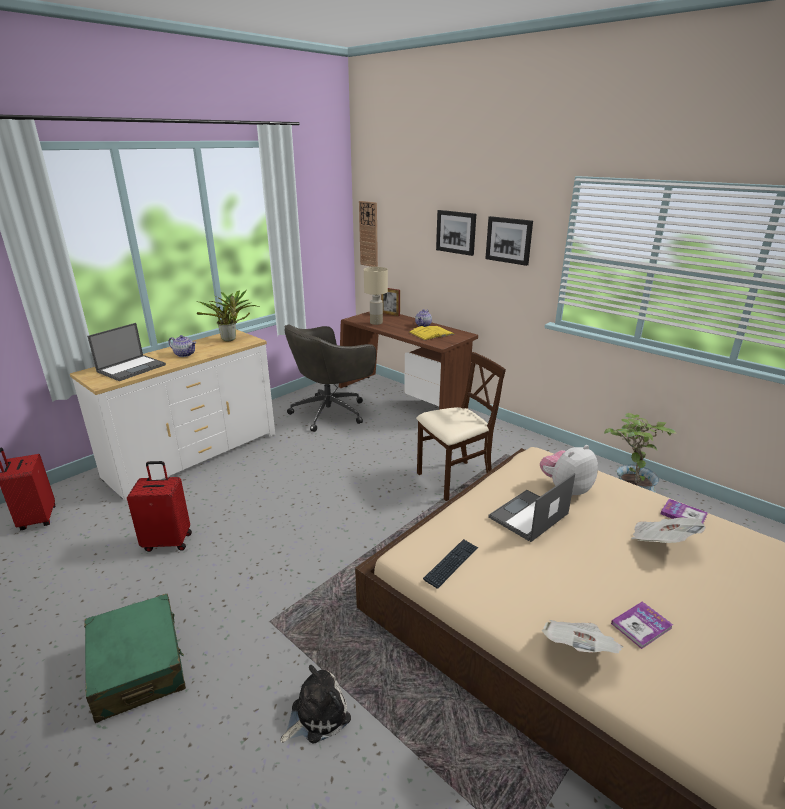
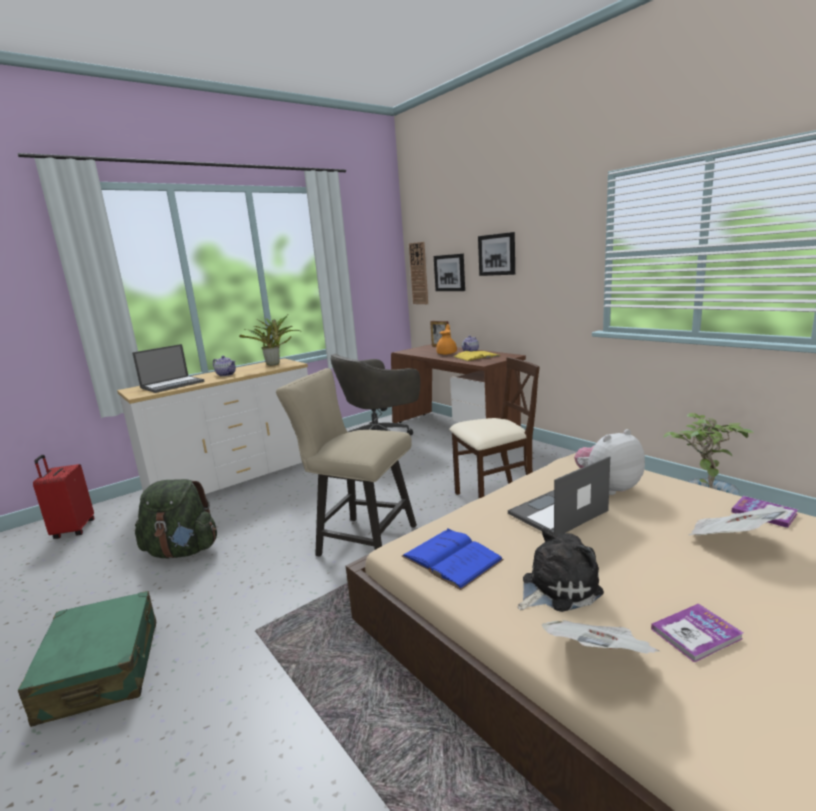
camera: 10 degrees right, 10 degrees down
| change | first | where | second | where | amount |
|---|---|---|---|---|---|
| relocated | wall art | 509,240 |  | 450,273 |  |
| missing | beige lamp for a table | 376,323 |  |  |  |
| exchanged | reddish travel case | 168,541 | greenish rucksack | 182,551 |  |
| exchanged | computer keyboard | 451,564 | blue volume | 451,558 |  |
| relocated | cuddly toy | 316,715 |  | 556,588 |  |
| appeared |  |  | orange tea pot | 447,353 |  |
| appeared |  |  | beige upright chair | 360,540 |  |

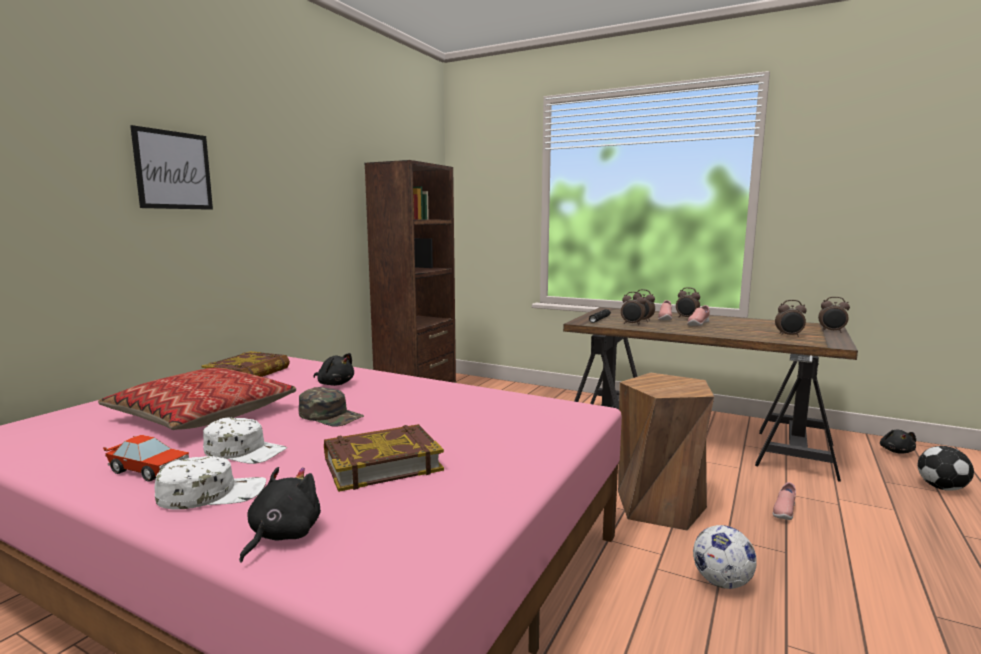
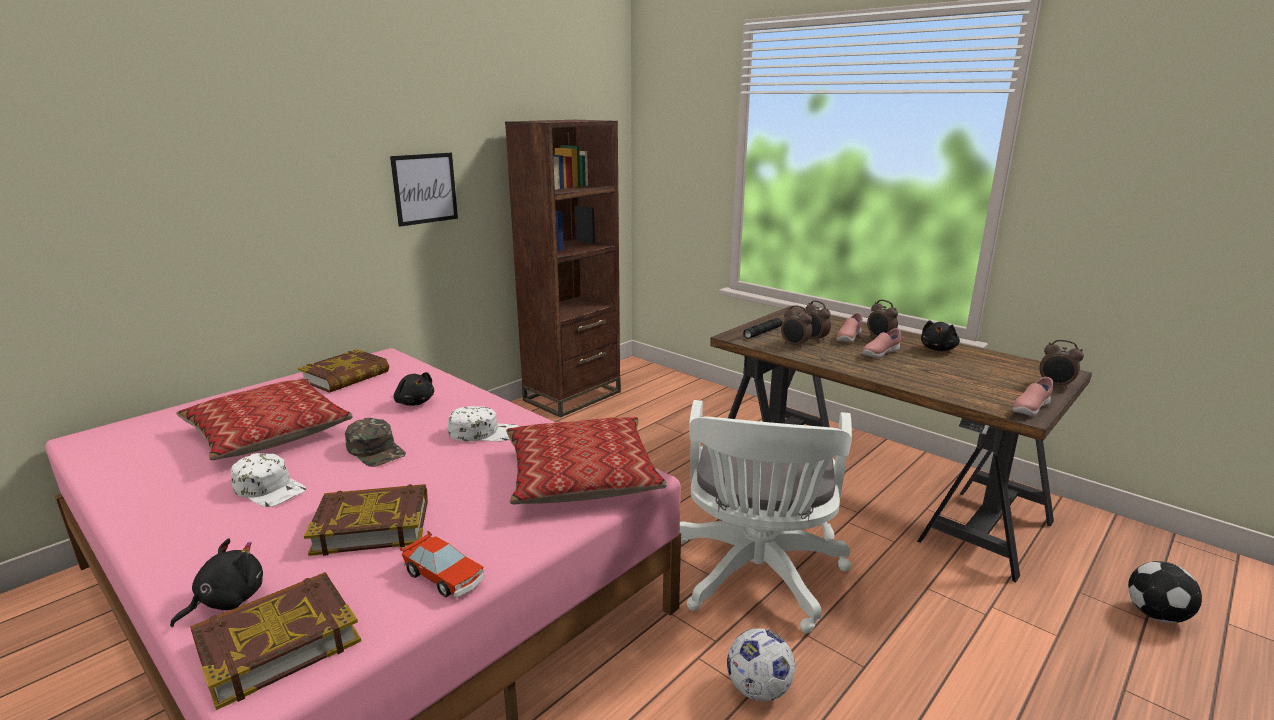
camera: 15 degrees right, 10 degrees up
| change | first | where | second | where | amount |
|---|---|---|---|---|---|
| relocated | wall art | 173,170 |  | 425,188 |  |
| missing | table clock | 789,336 |  |  |  |
| exchanged | brown-coloured stool | 660,506 | white desk chair | 757,578 |  |
| relocated | blackish cuddly toy | 896,451 |  | 938,349 |  |
| relocated | model car | 149,470 |  | 444,577 |  |
| relocated | white cap | 213,493 |  | 484,432 |  |
| relocated | pink-coloured shoe | 783,512 |  | 1030,409 |  |
| appeared |  |  | cushion | 581,475 |  |
| appeared |  |  | volume | 278,643 |  |

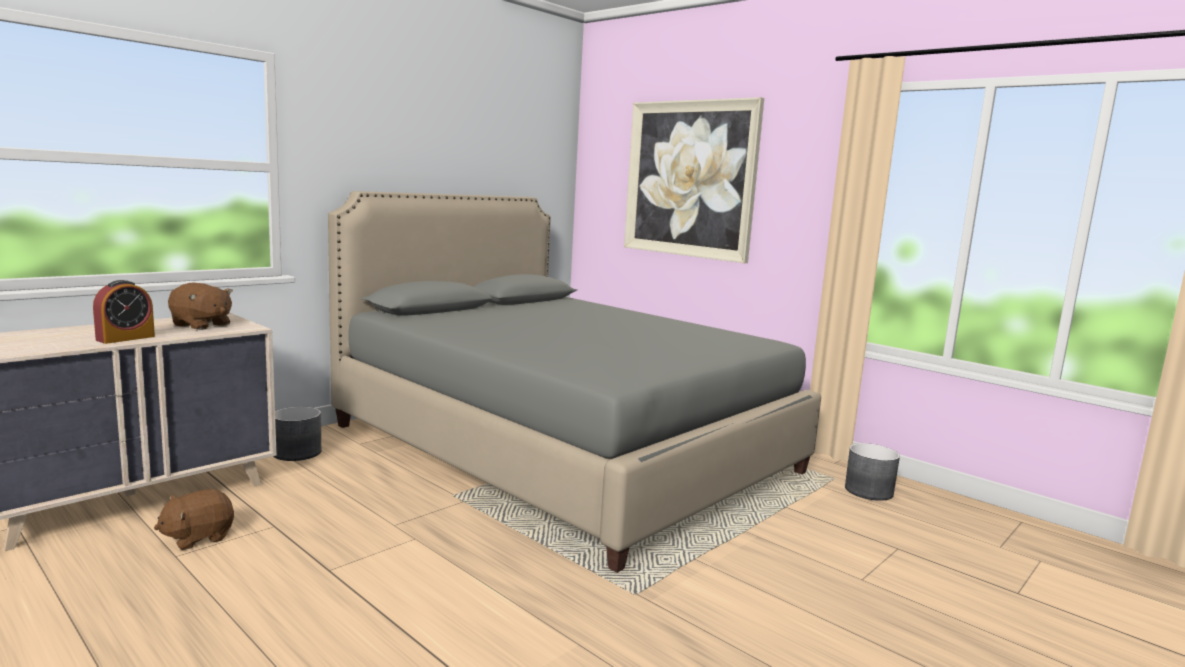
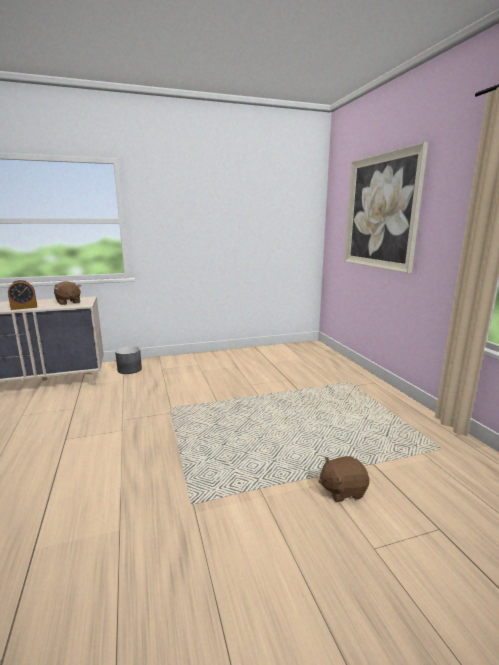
camera: 30 degrees right, 5 degrees up
| change | first | where | second | where | amount |
|---|---|---|---|---|---|
| missing | greyish bed | 562,448 |  |  |  |
| missing | greyish flower pot | 869,491 |  |  |  |
| relocated | brown-coloured cuddly toy | 198,537 |  | 342,490 |  |

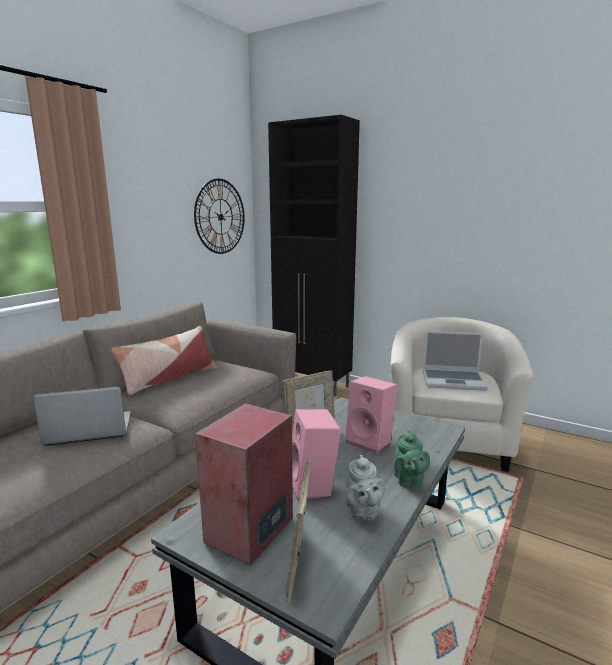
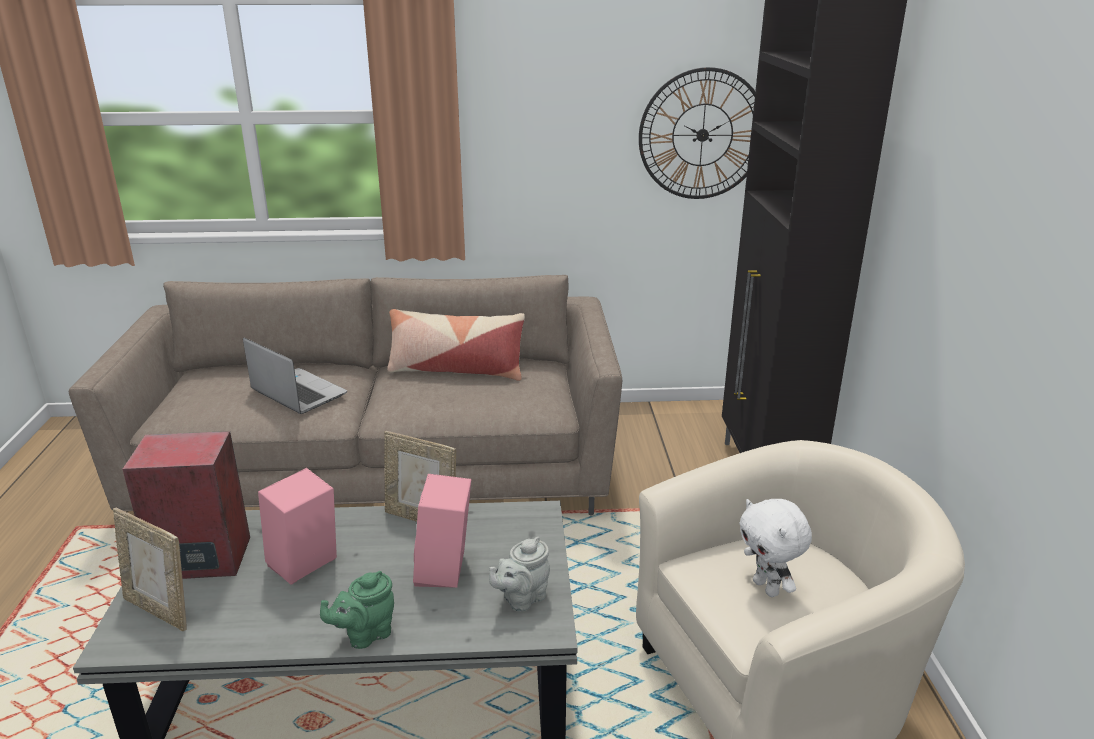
camera: 55 degrees right, 10 degrees up
| change | first | where | second | where | amount |
|---|---|---|---|---|---|
| exchanged | laptop | 453,380 | white cuddly toy | 767,588 |  |
| relocated | greyish tea pot | 362,511 |  | 521,599 |  |
| spun | standing frame | 299,567 |  | 160,610 | 120 degrees counterclockwise |

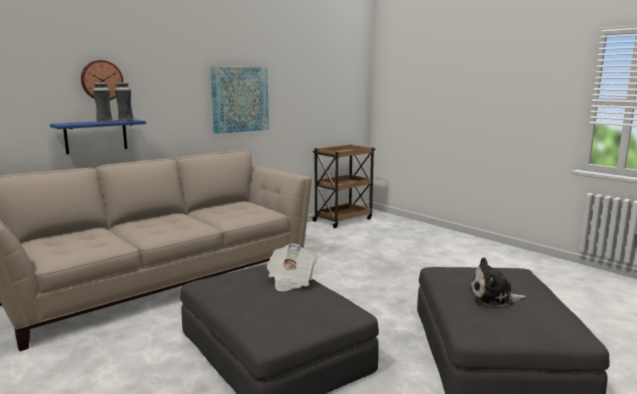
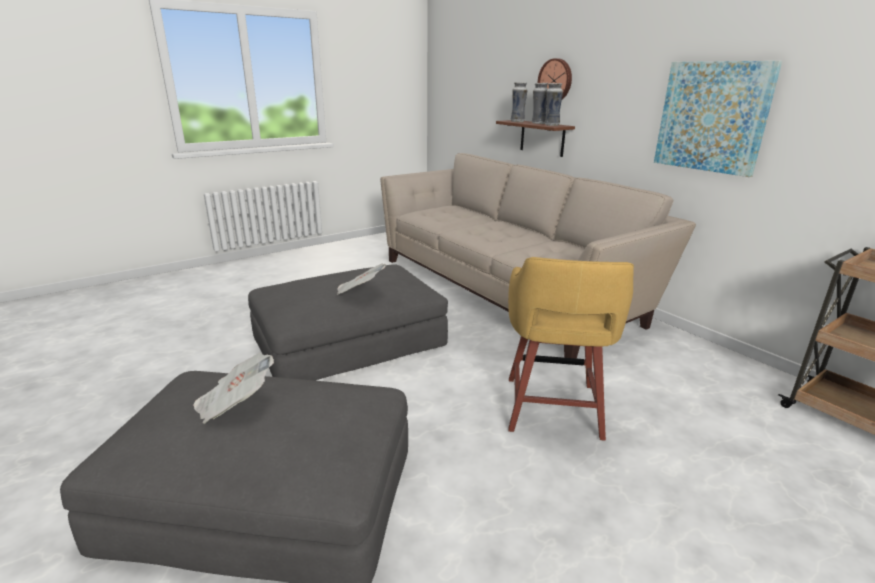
camera: 95 degrees right, 10 degrees up
| change | first | where | second | where | amount |
|---|---|---|---|---|---|
| colour | blue wall shelf | 96,136 | brown-coloured wall shelf | 542,138 |  |
| exchanged | cuddly toy | 494,297 | daily paper | 235,404 |  |
| appeared |  |  | decorative vase | 517,121 |  |
| appeared |  |  | yellow-coloured stool | 552,409 |  |

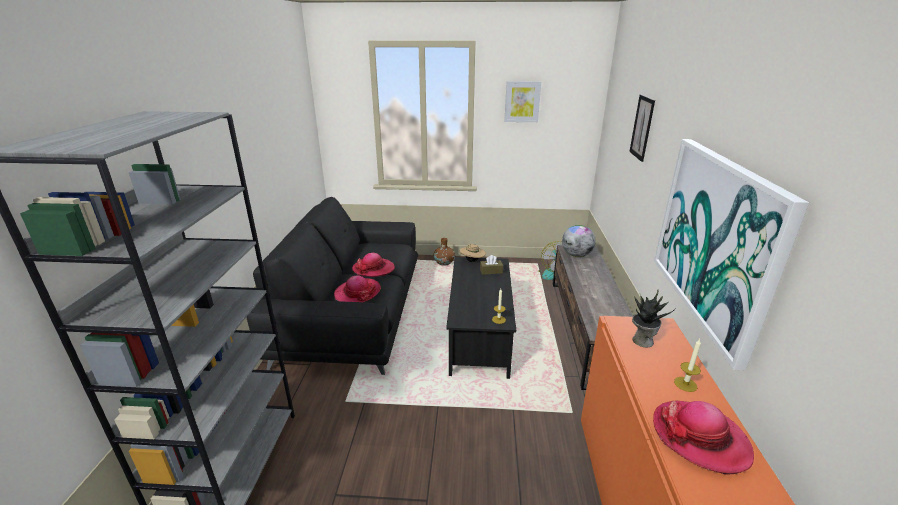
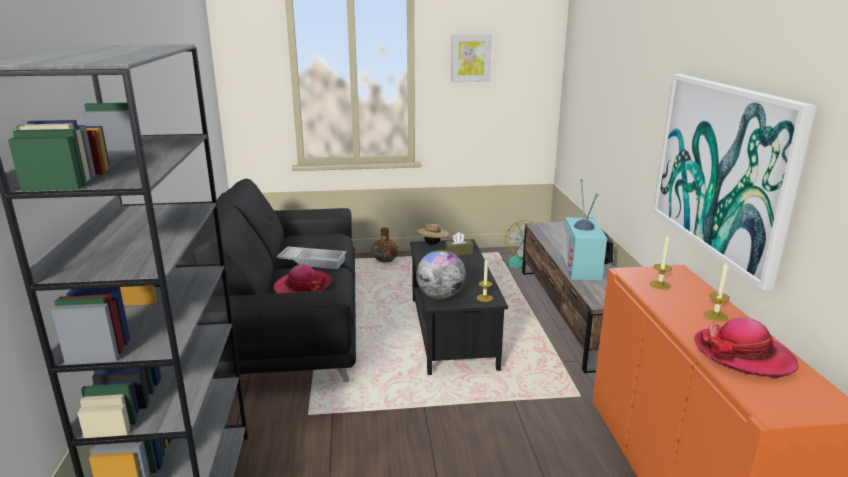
camera: 10 degrees left, 5 degrees down
| change | first | where | second | where | amount |
|---|---|---|---|---|---|
| missing | wall art | 642,127 |  |  |  |
| relocated | desk globe | 576,255 |  | 440,296 |  |
| exchanged | hat | 373,269 | white carrying tray | 313,261 |  |
| exchanged | plant in a pot | 641,340 | wax light | 660,285 |  |
| appeared |  |  | television | 584,268 |  |

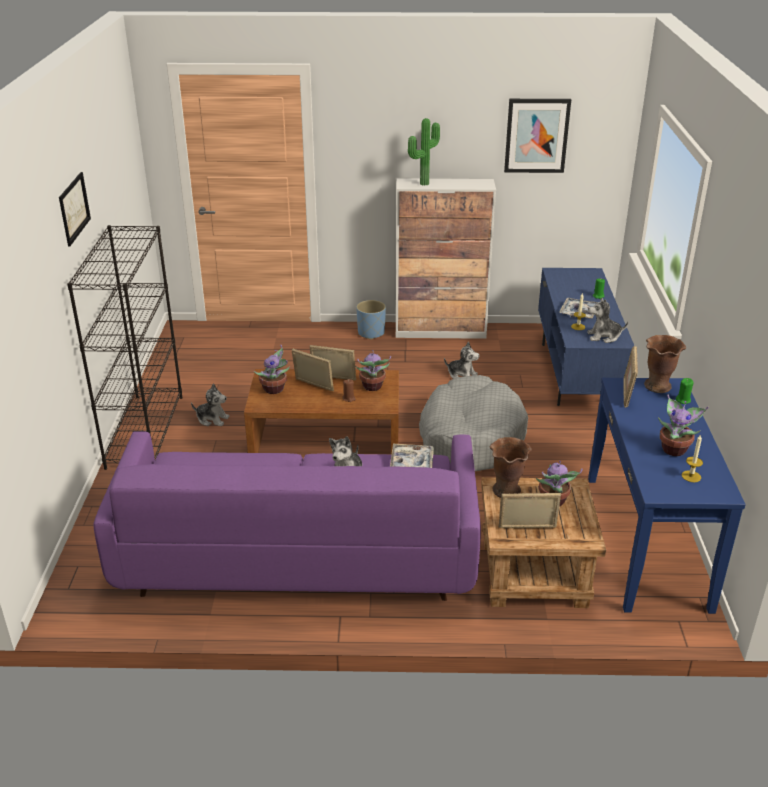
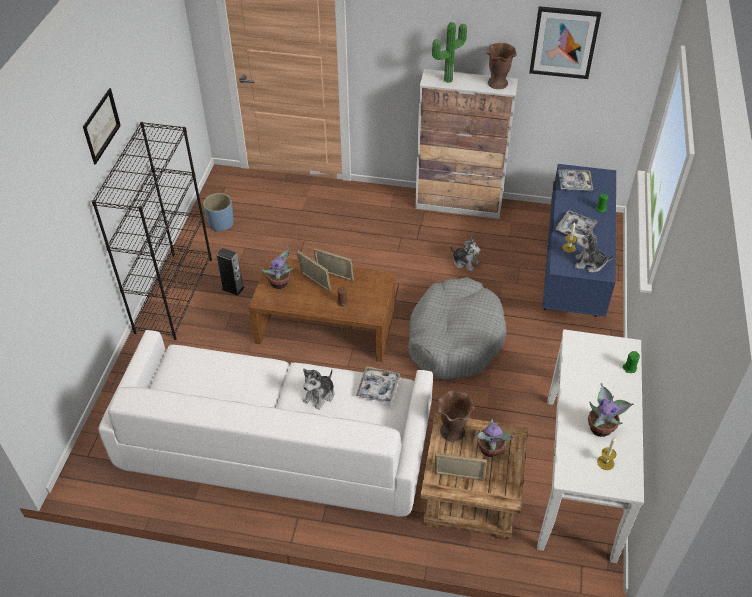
camera: 10 degrees right, 15 degrees up
| change | first | where | second | where | amount |
|---|---|---|---|---|---|
| relocated | blue flower pot | 371,333 |  | 221,223 |  |
| relocated | brown-coloured decorative vase | 657,386 |  | 497,83 |  |
| missing | standing frame | 627,394 |  |  |  |
| missing | plant in a pot | 372,387 |  |  |  |
| colour | blue narrow table | 647,540 | white narrow table | 580,475 |  |
| exchanged | cuddly toy | 212,419 | speaker | 233,288 |  |
| colour | purplish sofa | 298,553 | white sofa | 277,447 |  |
| appeared |  |  | carrying tray | 574,183 |  |

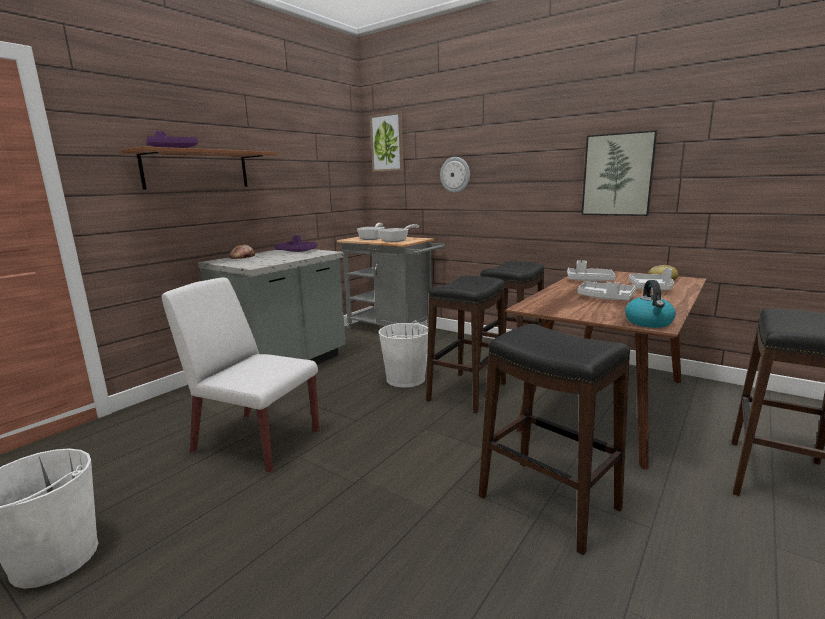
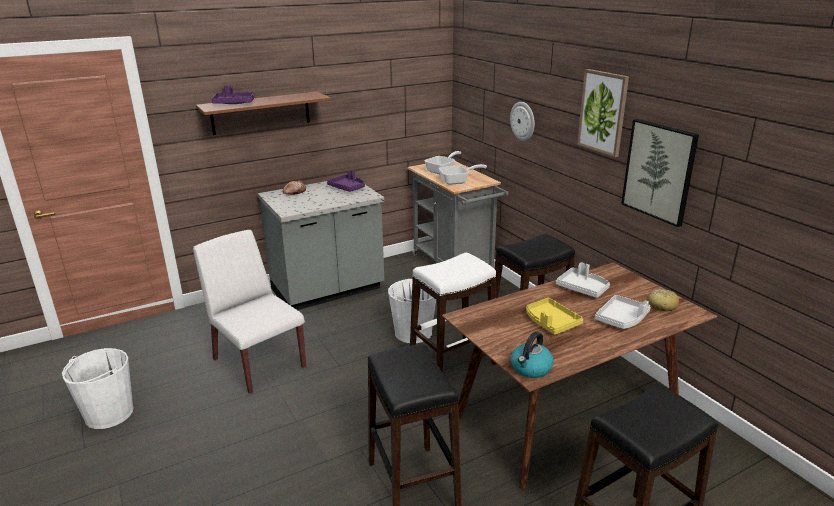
camera: 25 degrees right, 10 degrees up
| change | first | where | second | where | amount |
|---|---|---|---|---|---|
| relocated | wall art | 387,142 |  | 603,112 |  |
| colour | blackish stool | 467,392 | white stool | 452,363 |  |
| colour | greyish carrying tray | 605,298 | yellow-coloured carrying tray | 551,322 |  |

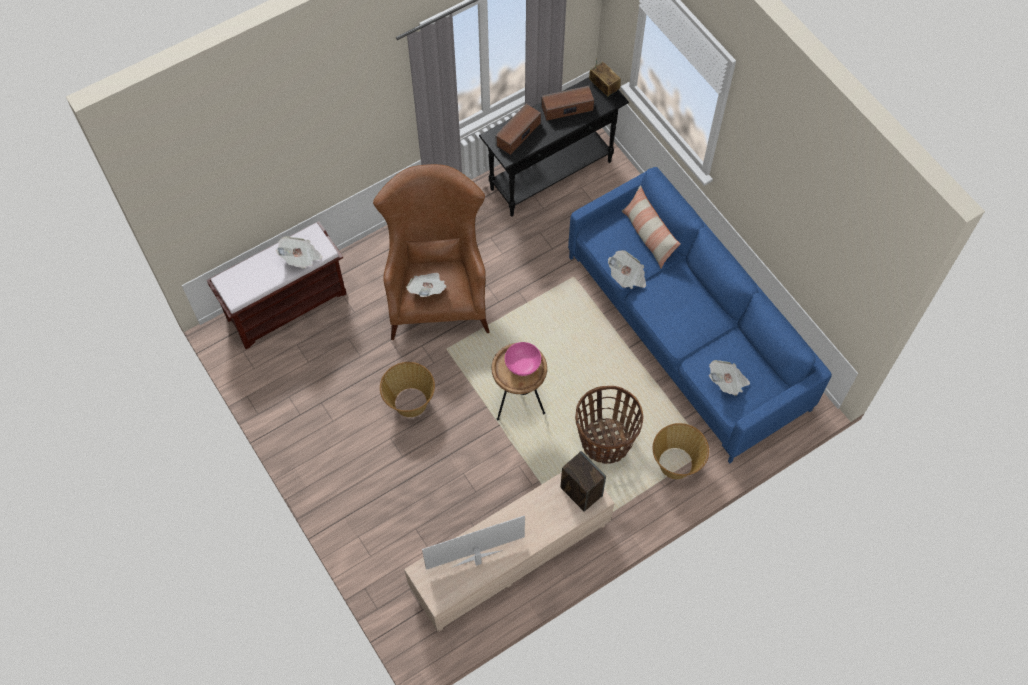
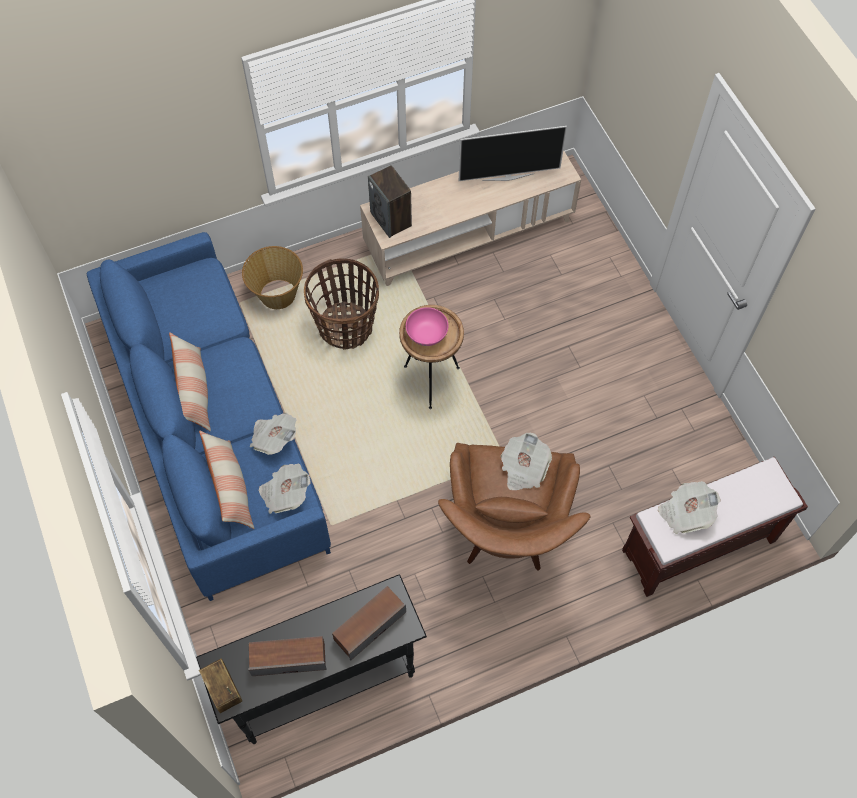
camera: 170 degrees left, 0 degrees up
| change | first | where | second | where | amount |
|---|---|---|---|---|---|
| relocated | daily paper | 727,382 |  | 285,494 |  |
| missing | basket | 410,402 |  |  |  |
| appeared |  |  | cushion | 194,391 |  |

